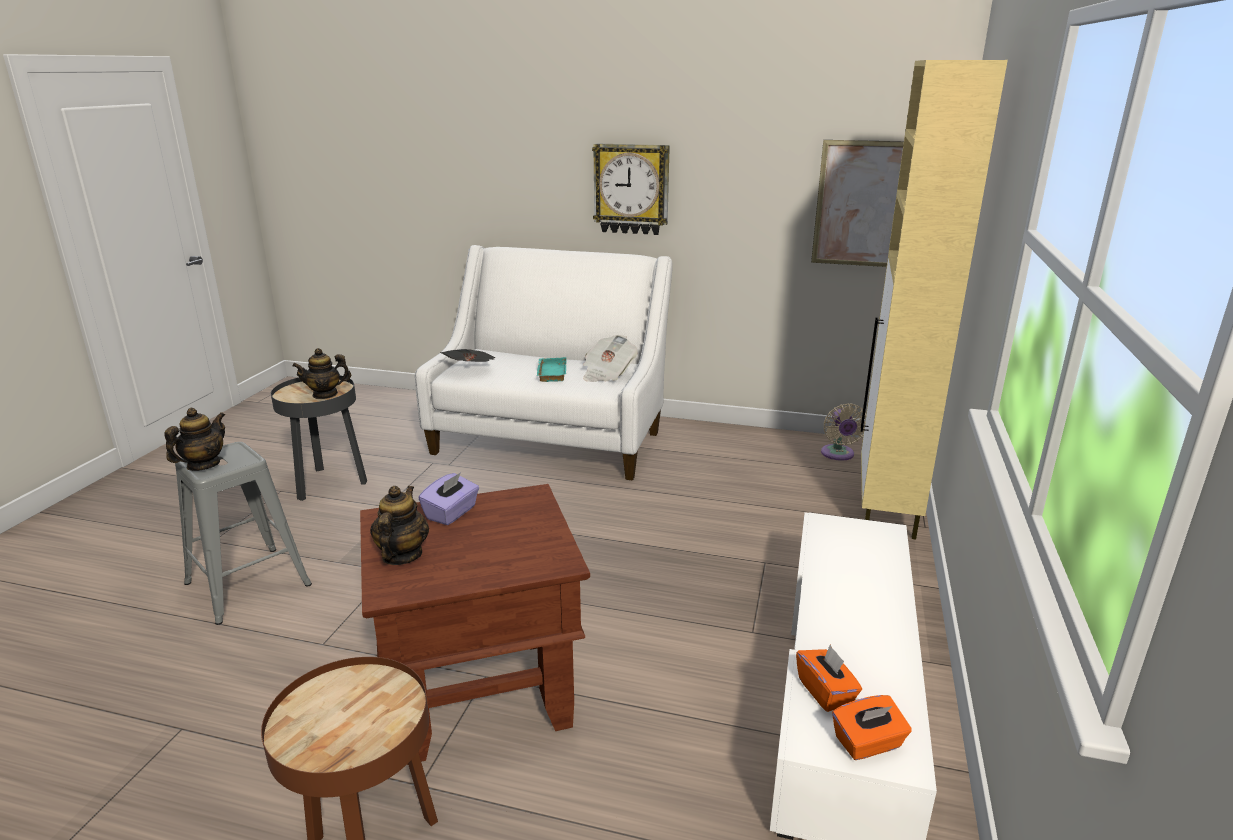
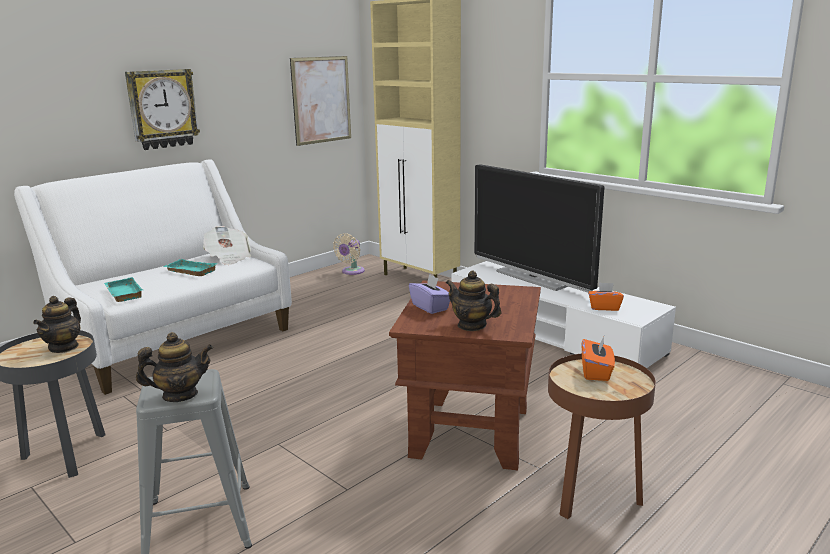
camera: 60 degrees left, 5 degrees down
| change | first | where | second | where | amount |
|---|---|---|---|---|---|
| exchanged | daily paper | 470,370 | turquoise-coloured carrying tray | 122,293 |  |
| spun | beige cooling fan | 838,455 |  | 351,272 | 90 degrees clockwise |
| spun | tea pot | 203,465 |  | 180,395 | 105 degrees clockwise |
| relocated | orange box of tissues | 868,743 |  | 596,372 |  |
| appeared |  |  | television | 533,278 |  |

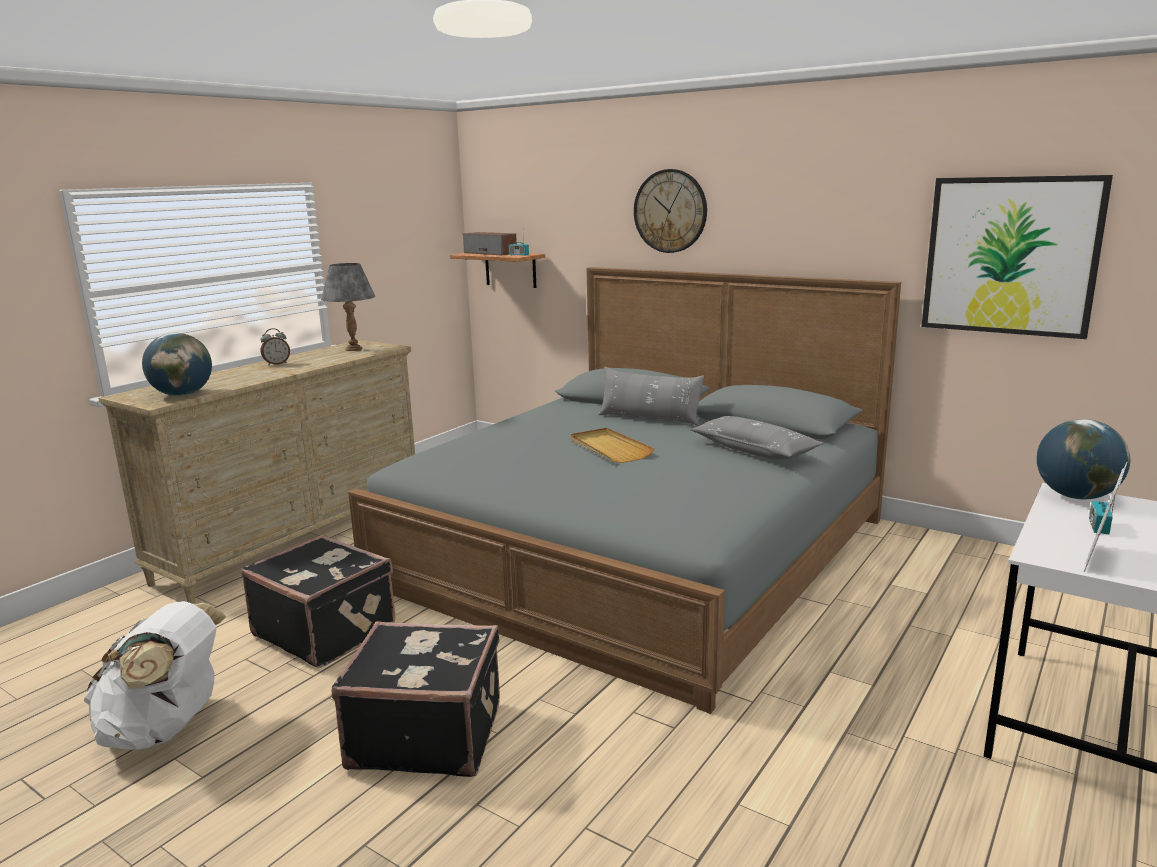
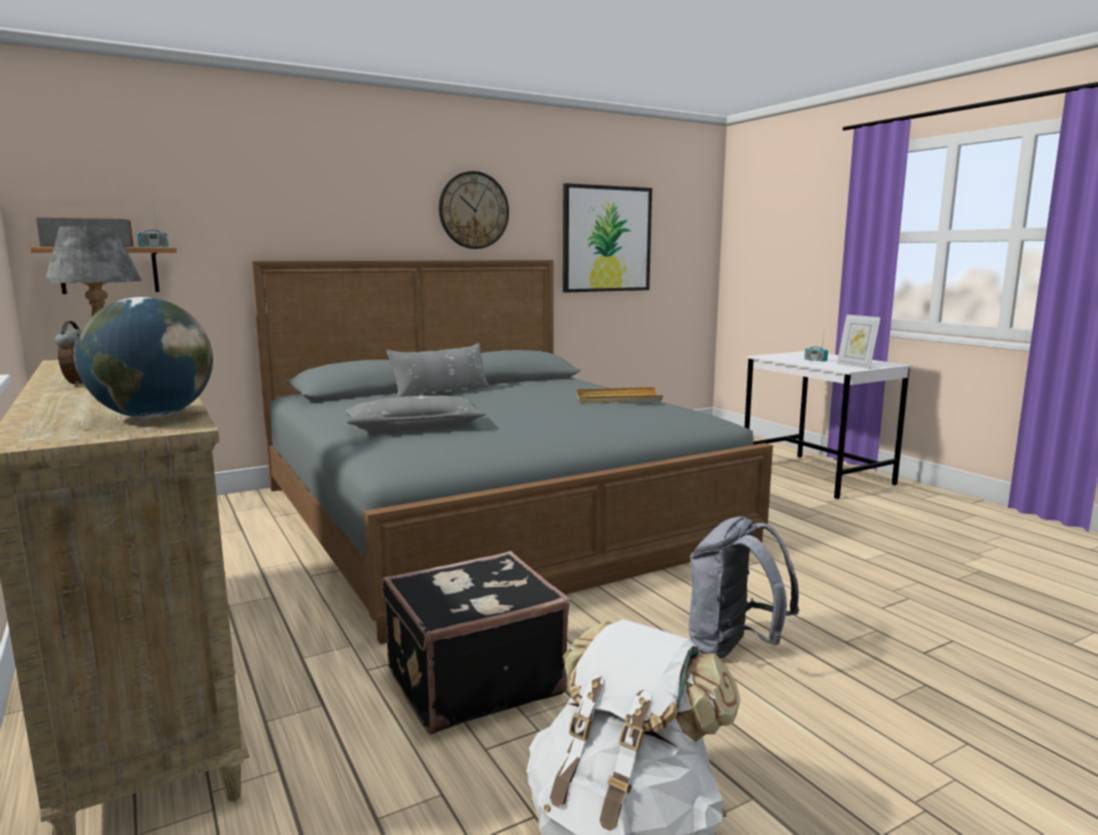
camera: 65 degrees left, 5 degrees down
| change | first | where | second | where | amount |
|---|---|---|---|---|---|
| relocated | clock on the wall | 670,211 |  | 473,210 |  |
| relocated | greyish cushion | 754,450 |  | 415,428 |  |
| missing | desk globe | 1075,496 |  |  |  |
| relocated | beige carrying tray | 609,448 |  | 617,399 |  |
| exchanged | blackish travel case | 426,734 | greyish rucksack | 734,648 |  |

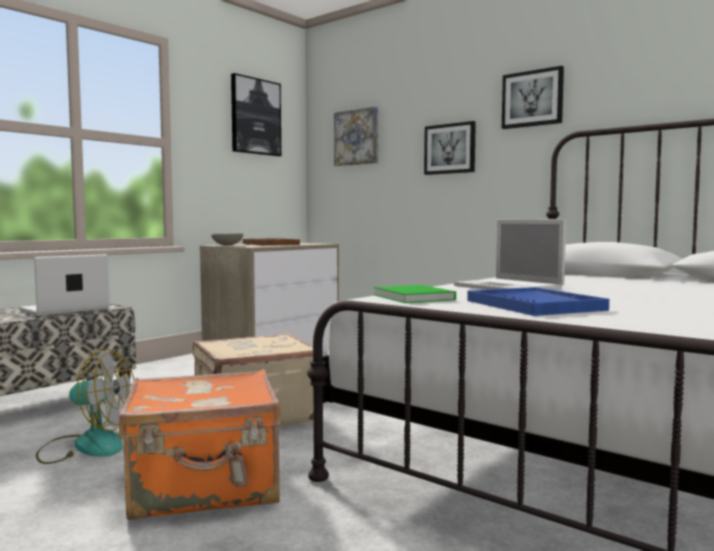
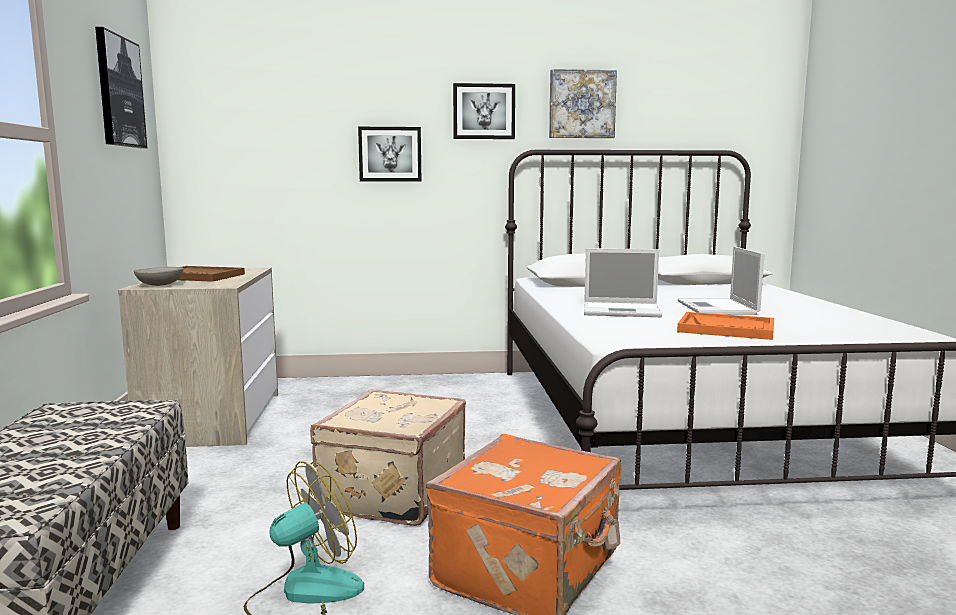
camera: 45 degrees left, 5 degrees up
| change | first | where | second | where | amount |
|---|---|---|---|---|---|
| relocated | wall art | 357,137 |  | 582,104 |  |
| relocated | laptop | 63,309 |  | 718,308 |  |
| missing | greenish volume | 414,297 |  |  |  |
| colour | blue carrying tray | 534,305 | orange carrying tray | 726,329 |  |

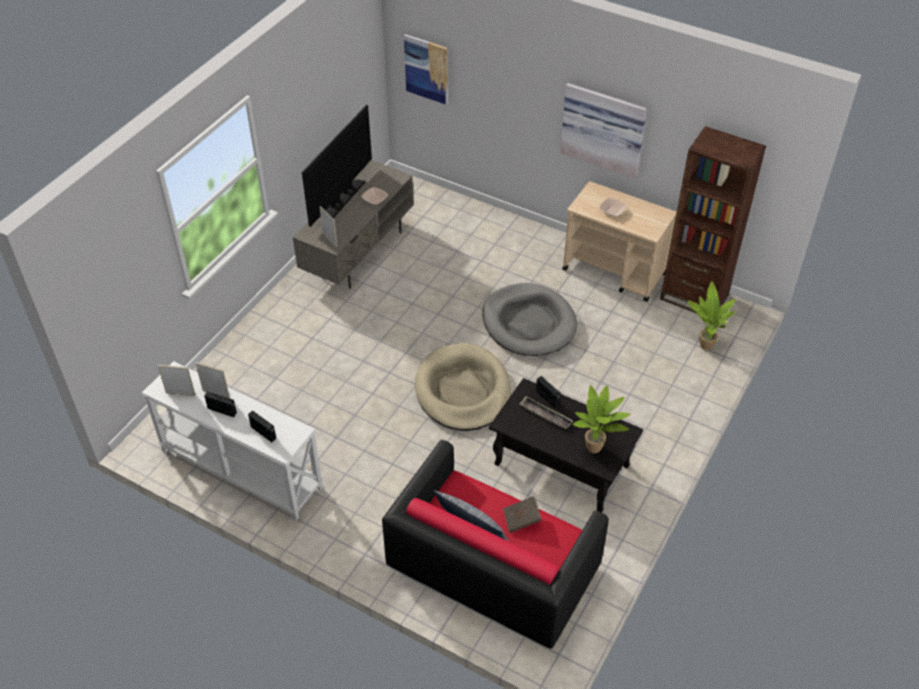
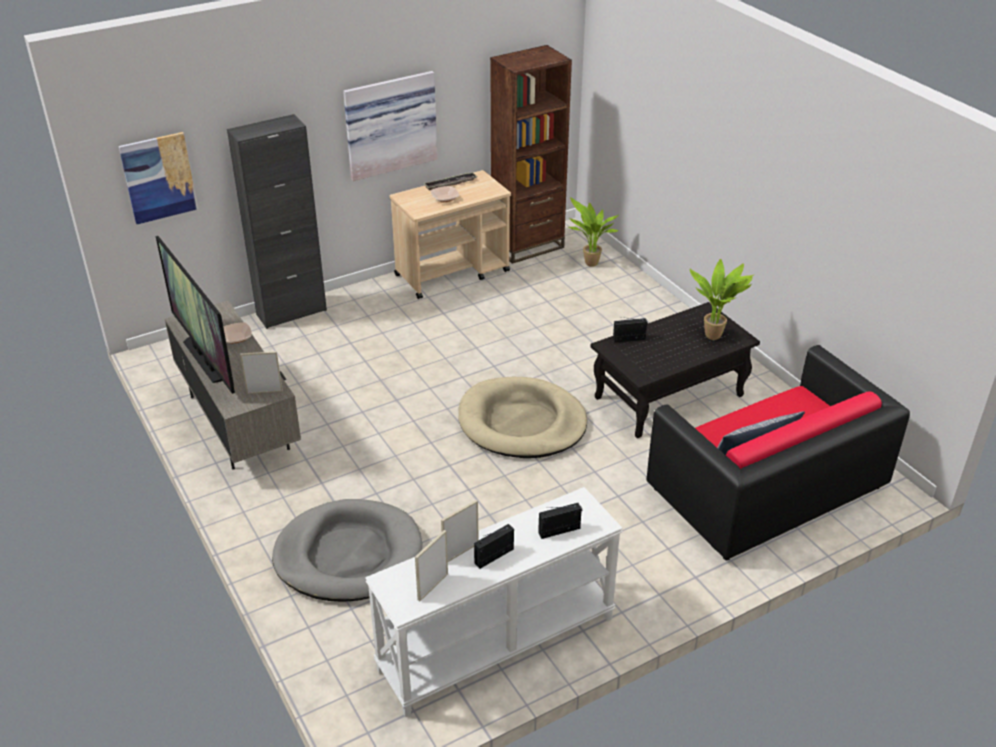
camera: 60 degrees left, 10 degrees down
| change | first | where | second | where | amount |
|---|---|---|---|---|---|
| relocated | greyish dog bed | 528,323 |  | 348,555 |  |
| relocated | carrying tray | 545,415 |  | 450,184 |  |
| missing | brown-coloured volume | 521,520 |  |  |  |
| appeared |  |  | blackish cabinet | 291,312 |  |

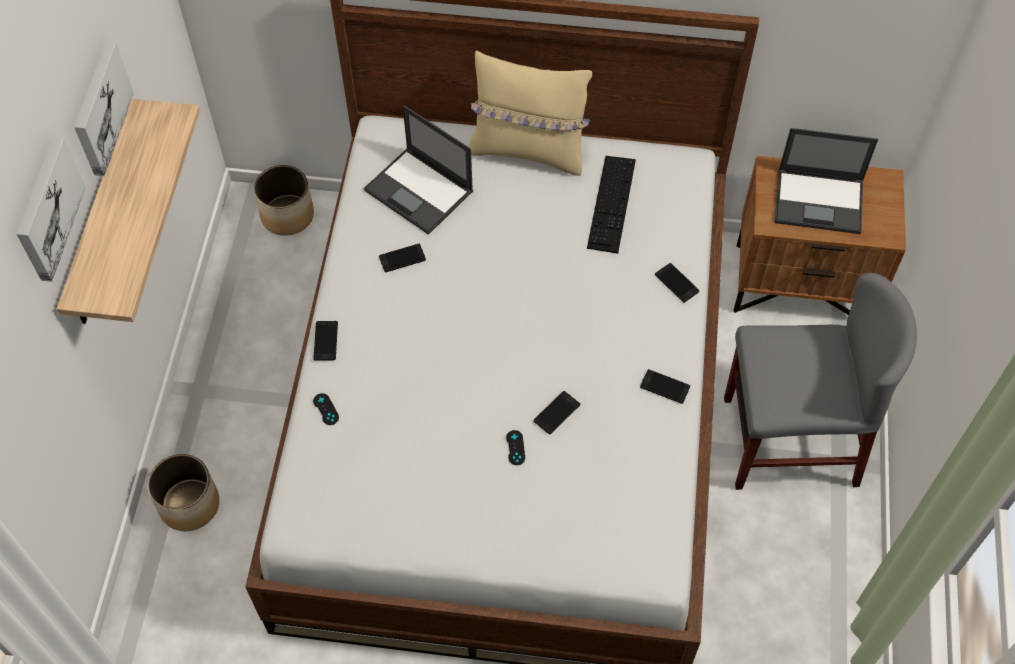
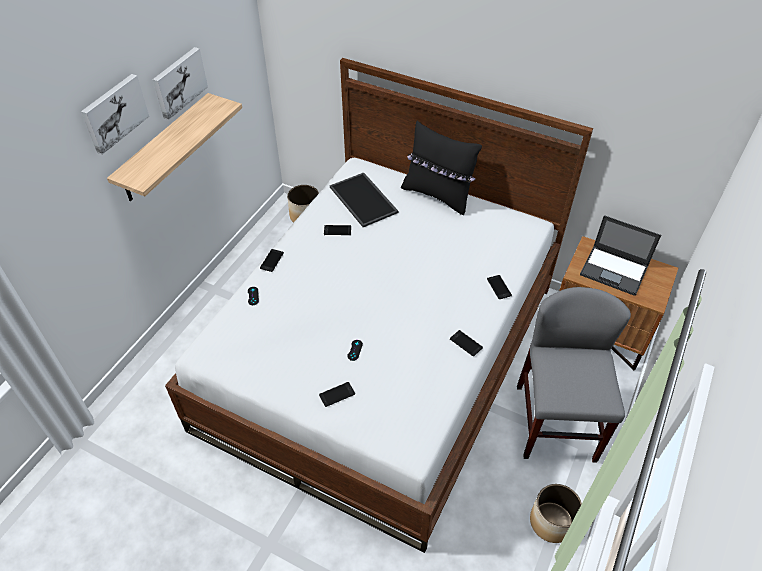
camera: 20 degrees right, 10 degrees down
| change | first | where | second | where | amount |
|---|---|---|---|---|---|
| colour | beige cushion | 528,151 | blackish cushion | 438,195 |  |
| exchanged | laptop | 420,191 | carrying tray | 364,199 |  |
| missing | computer keyboard | 611,203 |  |  |  |
| spun | greyish upright chair | 789,441 |  | 555,423 | 105 degrees counterclockwise |
| relocated | phone | 557,413 |  | 337,394 |  |
| relocated | flower pot | 189,504 |  | 551,521 |  |

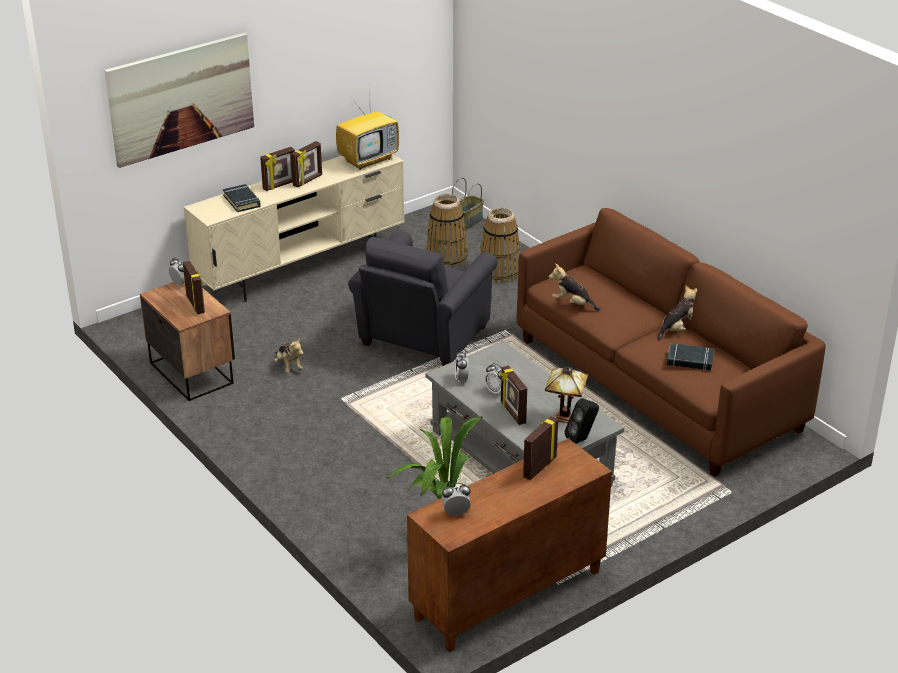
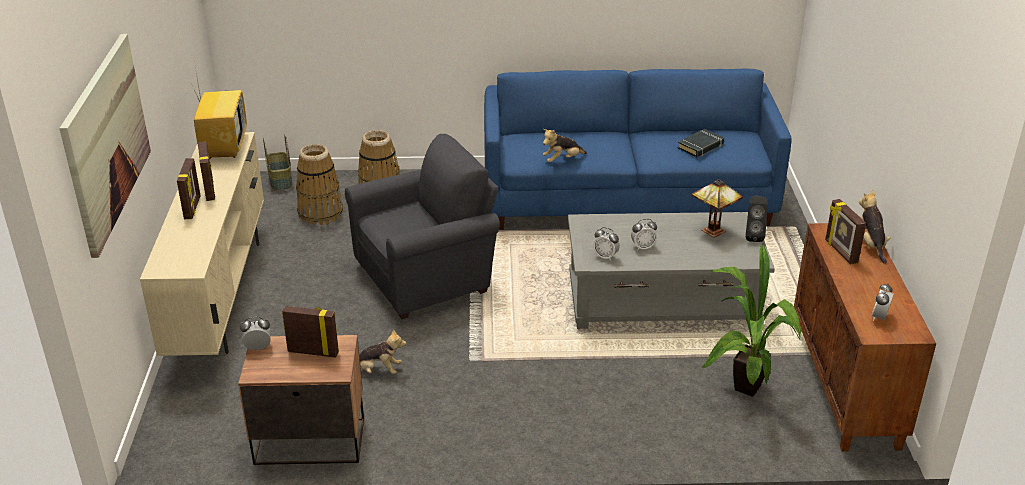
camera: 55 degrees left, 0 degrees up
| change | first | where | second | where | amount |
|---|---|---|---|---|---|
| missing | blackish volume | 242,201 |  |  |  |
| colour | brown-coloured sofa | 657,384 | blue sofa | 627,197 |  |
| spun | greyish armchair | 421,338 |  | 428,277 | 90 degrees counterclockwise |
| relocated | cuddly toy | 677,329 |  | 870,244 |  |
| missing | standing frame | 512,413 |  |  |  |

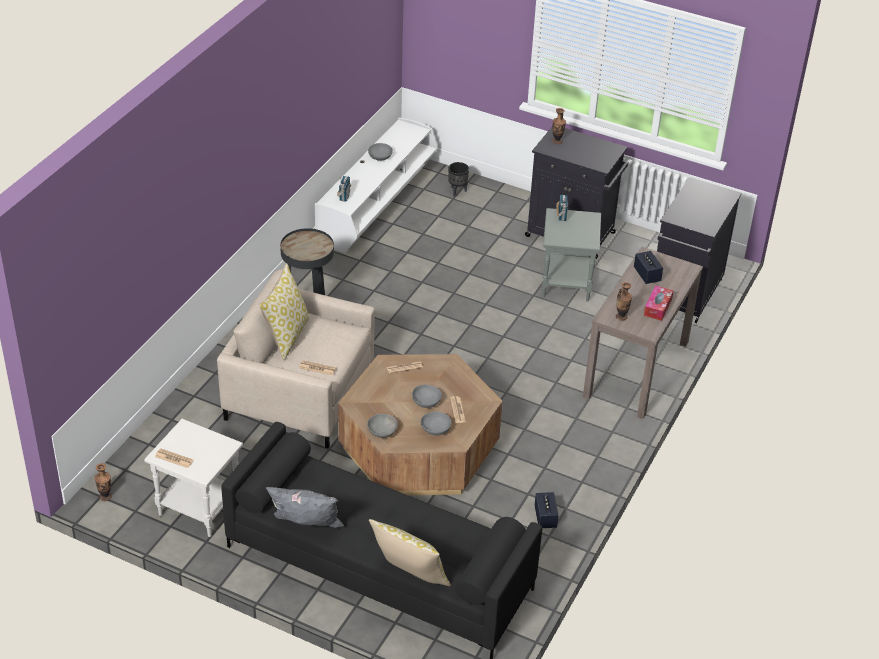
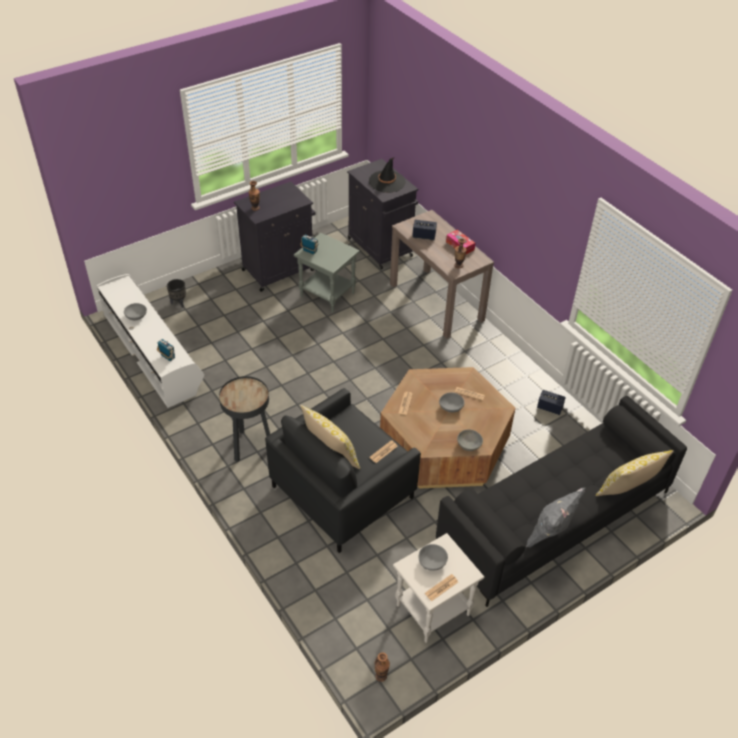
camera: 60 degrees left, 5 degrees up
| change | first | where | second | where | amount |
|---|---|---|---|---|---|
| colour | beige armchair | 299,395 | blackish armchair | 342,491 |  |
| relocated | greyish serving bowl | 435,429 |  | 432,562 |  |
| appeared |  |  | blackish hat | 387,182 |  |

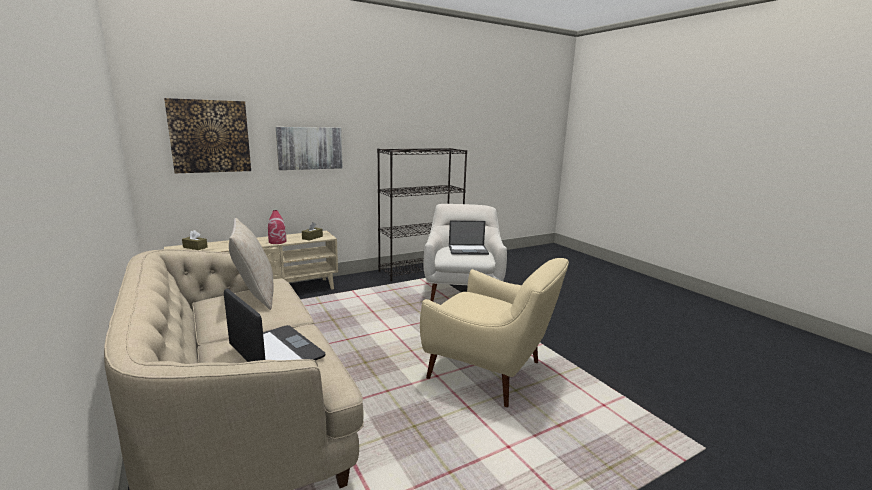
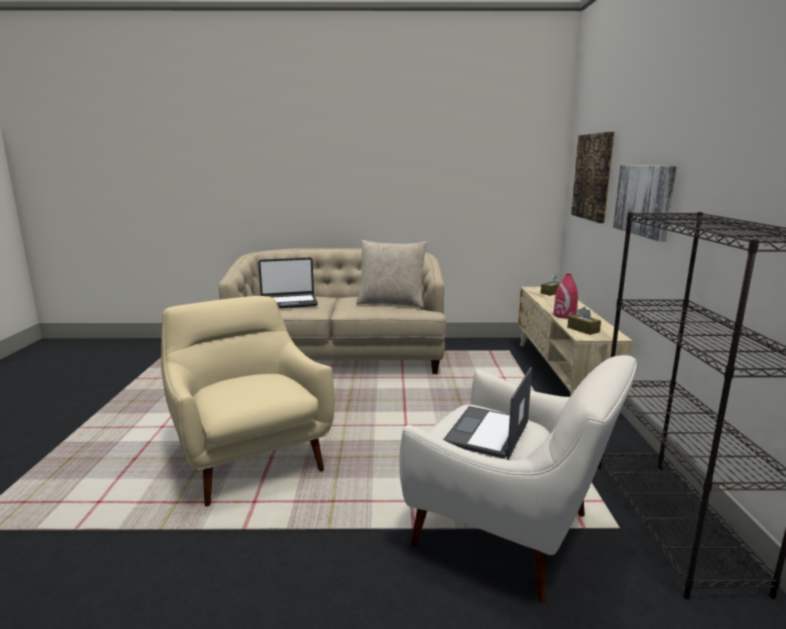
camera: 120 degrees right, 0 degrees up
| change | first | where | second | where | amount |
|---|---|---|---|---|---|
| spun | beige armchair | 490,372 |  | 249,457 | 90 degrees clockwise |

